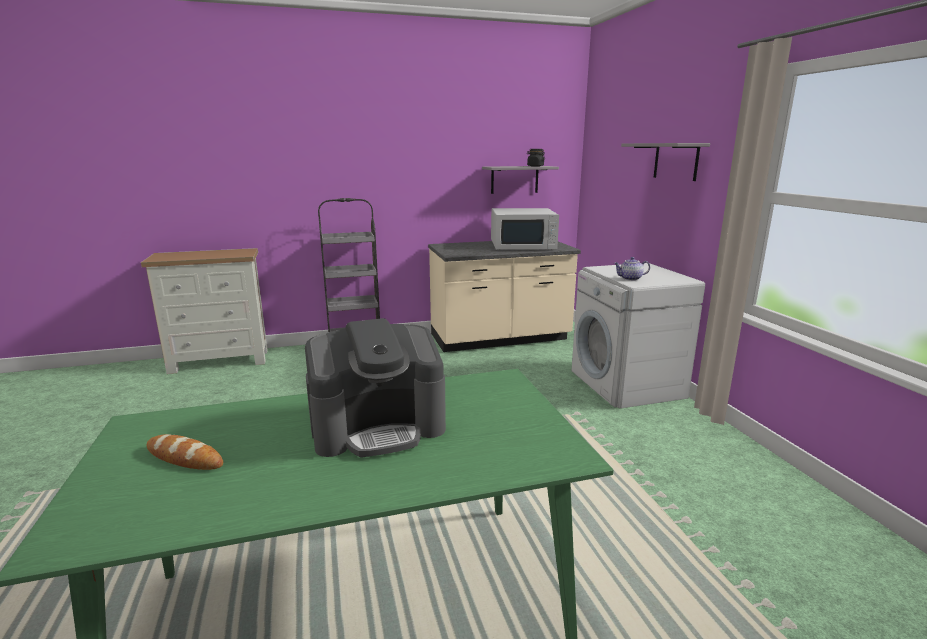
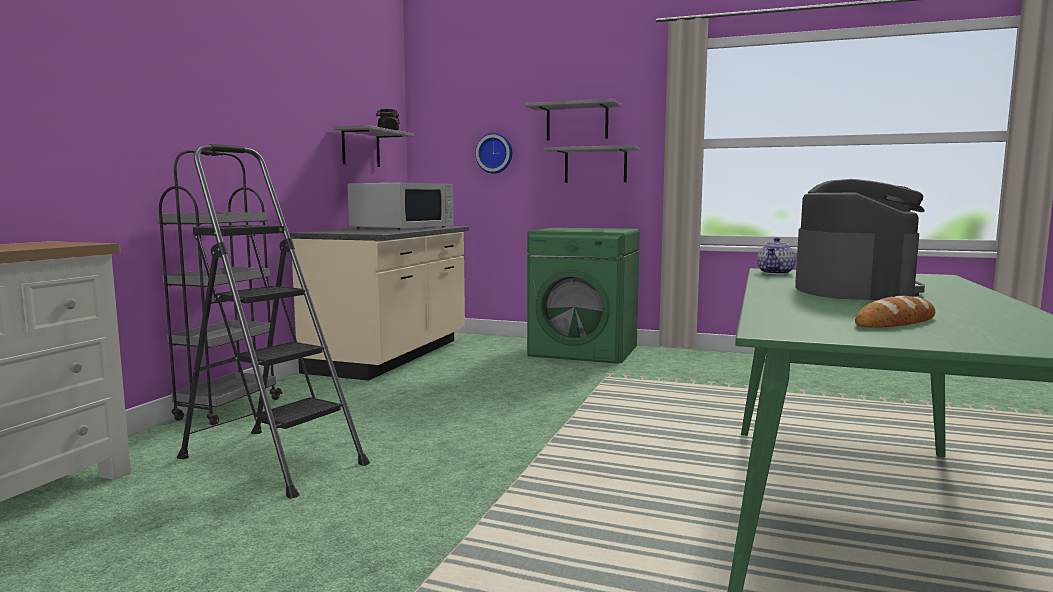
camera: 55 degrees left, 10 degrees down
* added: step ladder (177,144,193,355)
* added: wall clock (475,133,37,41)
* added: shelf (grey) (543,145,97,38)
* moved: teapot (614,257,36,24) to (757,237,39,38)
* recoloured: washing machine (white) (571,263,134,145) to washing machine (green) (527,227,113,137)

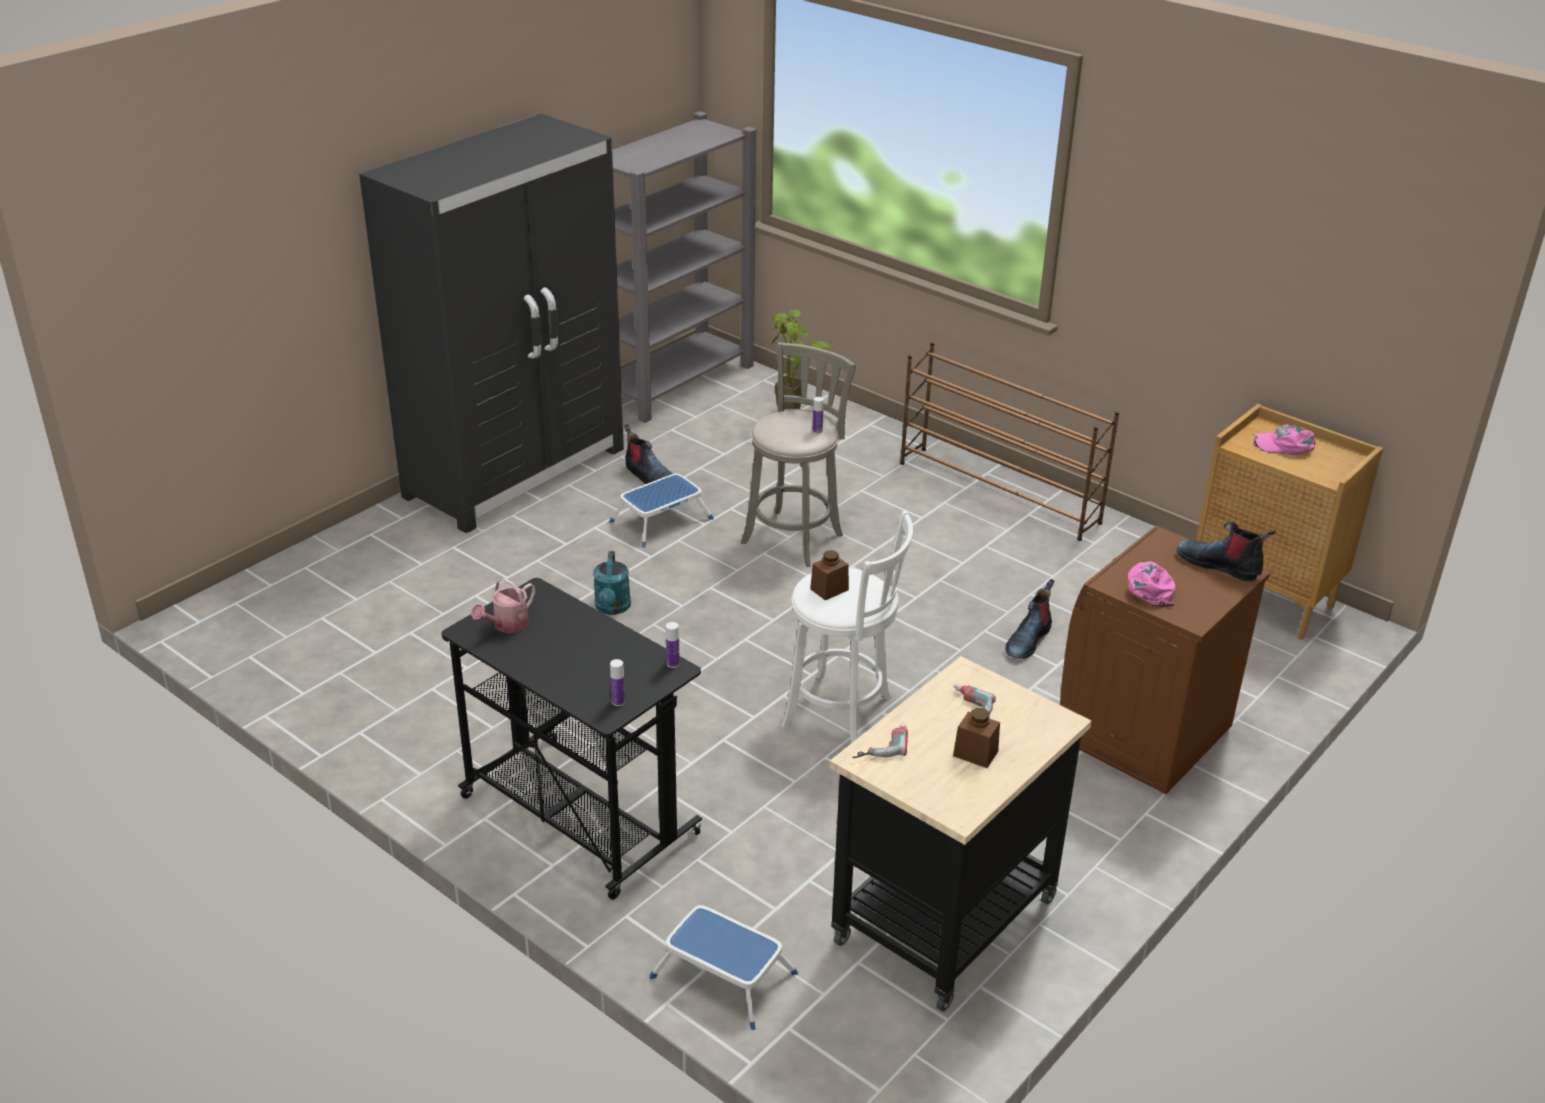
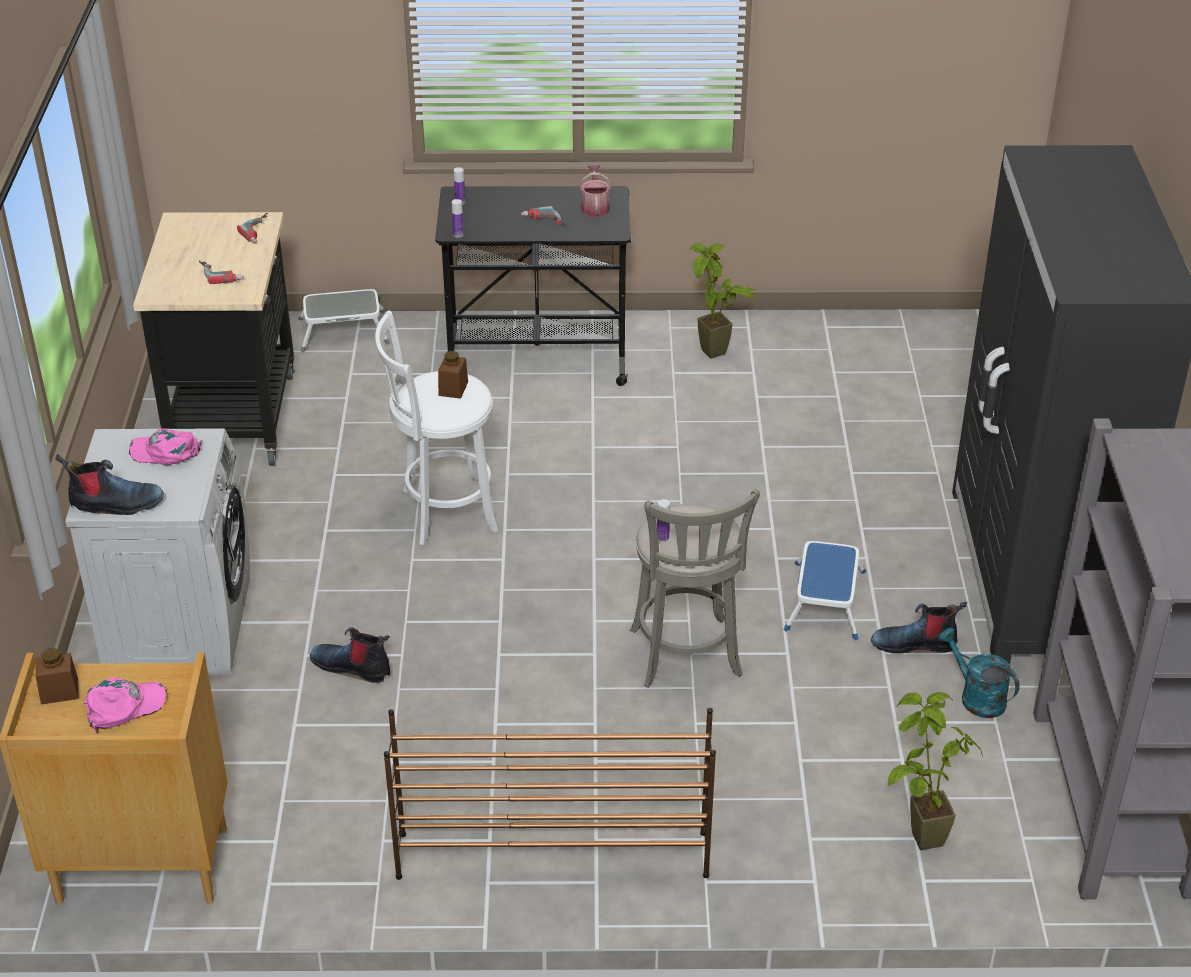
camera: 140 degrees right, 5 degrees up
* added: power drill (521,206,48,22)
* added: potted plant (690,243,65,116)
* moved: watering can (turquoise) (593,551,38,64) to (938,628,82,90)
* moved: jar (brown) (953,708,47,60) to (36,648,43,57)
* recoloured: step ladder (blue) (649,905,149,125) to step ladder (grey) (298,289,92,64)
* recoloured: washing machine (brown) (1060,525,210,269) to washing machine (white) (65,428,185,247)
* turned: boot (1005,579,49,80) = (310,627,80,56) 60 degrees counterclockwise
* turned: cap (pink) (1128,561,47,46) = (129,428,74,37) 135 degrees clockwise

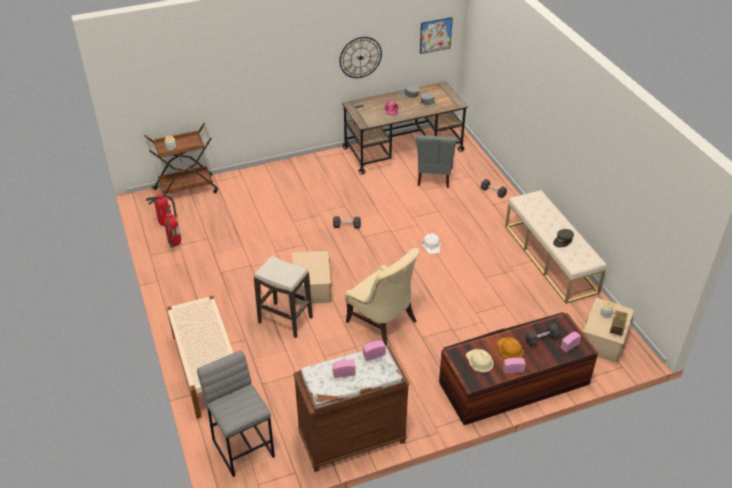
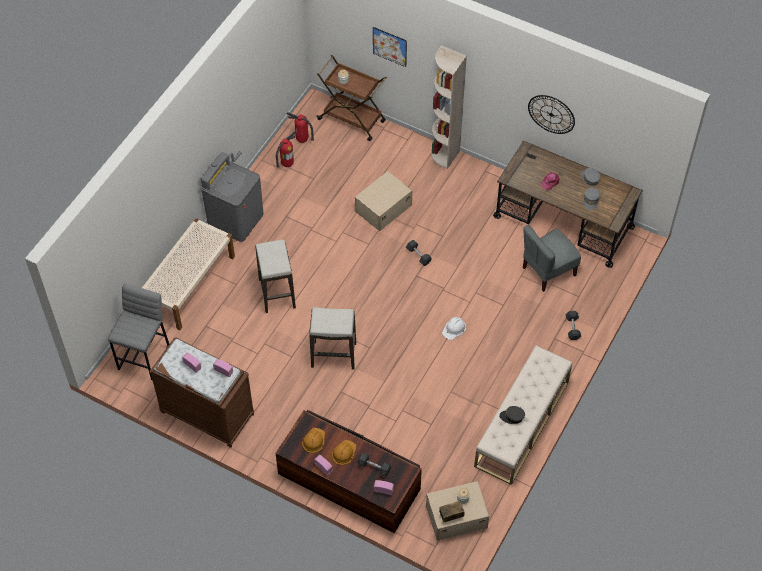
camera: 50 degrees right, 15 degrees up
* added: washing machine (grey) (200,151,64,91)
* added: bookcase (beige) (431,45,36,124)
* moved: storage box (beige) (292,250,40,55) to (355,171,57,60)
* moved: picture (420,17,33,37) to (373,27,34,40)
* replaced: chair (beige) (345,248,75,98) to stool (309,307,47,62)
* recoloured: hard hat (beige) (466,349,28,23) to hard hat (orange) (302,428,23,25)

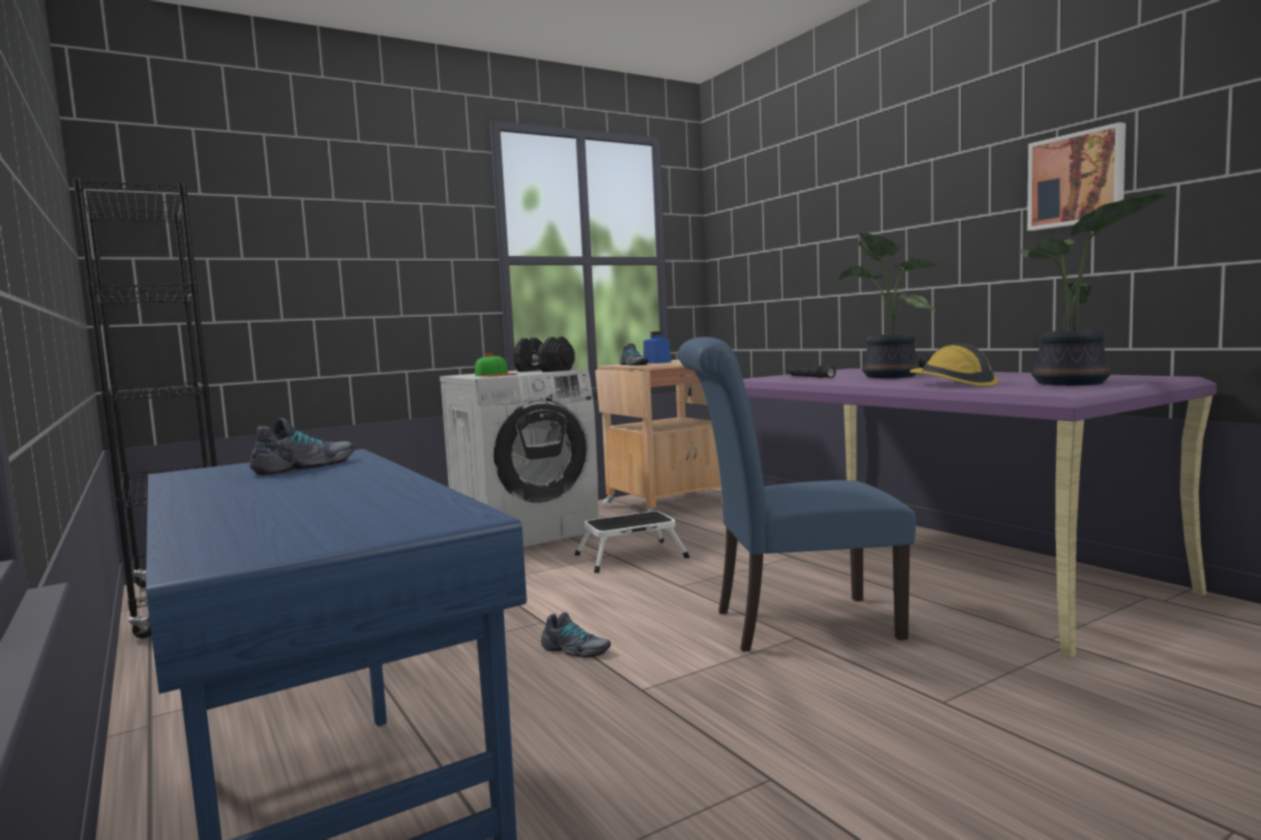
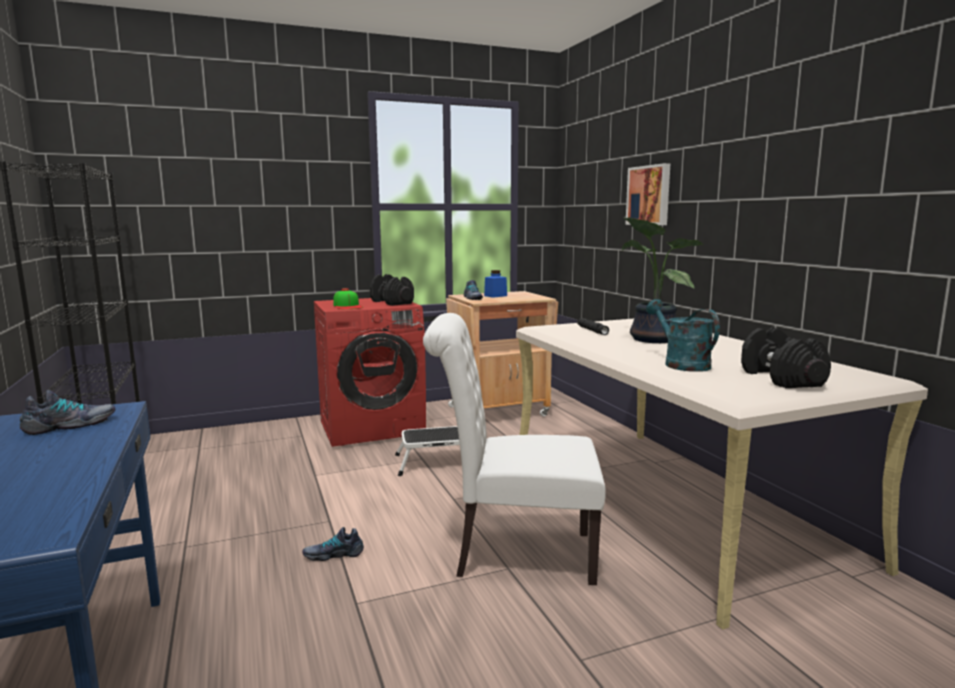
camera: 10 degrees right, 5 degrees up
* moved: picture (1027,122,99,109) to (625,163,45,62)
* replaced: hard hat (910,343,88,43) to watering can (turquoise) (646,299,74,73)
* replaced: potted plant (1021,193,147,193) to dumbbell (black) (741,327,90,61)
* recoloured: washing machine (white) (440,370,158,177) to washing machine (red) (314,298,112,149)
* recoloured: chair (blue) (678,337,238,315) to chair (white) (423,313,183,272)
* recoloured: desk (purple) (724,368,493,290) to desk (beige) (516,319,412,311)
* turned: shoe (541,612,70,46) = (302,527,62,34) 135 degrees clockwise

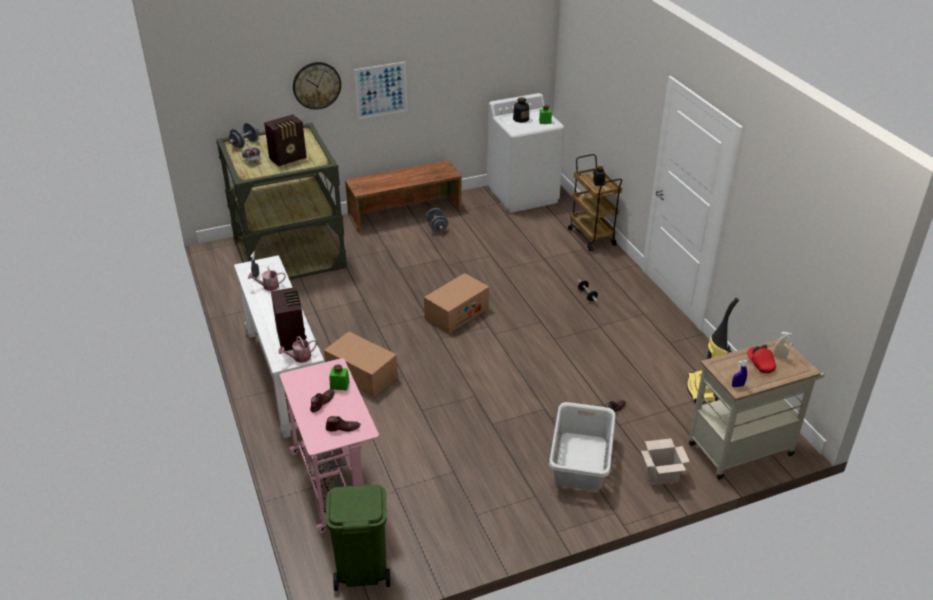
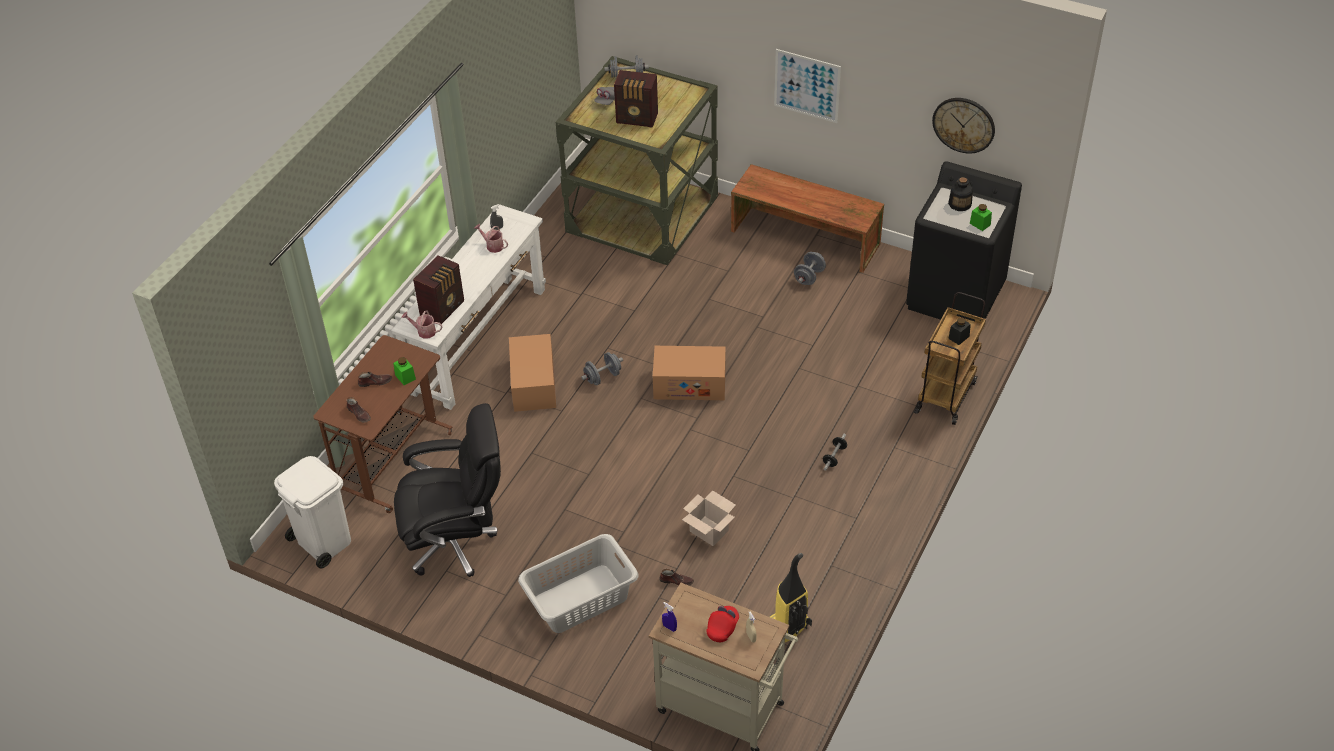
camera: 50 degrees right, 10 degrees up
* added: office chair (black) (394,403,107,174)
* added: dumbbell (grey) (581,352,42,33)
* moved: wall clock (293,62,48,48) to (932,98,63,55)
* moved: cardboard box (641,438,49,47) to (682,490,54,56)
* recoloured: desk (pink) (280,358,99,175) to desk (brown) (313,335,139,178)
* recoloured: trash can (green) (326,484,64,107) to trash can (white) (274,456,77,113)
* recoloured: washing machine (white) (487,93,77,120) to washing machine (black) (906,161,116,160)

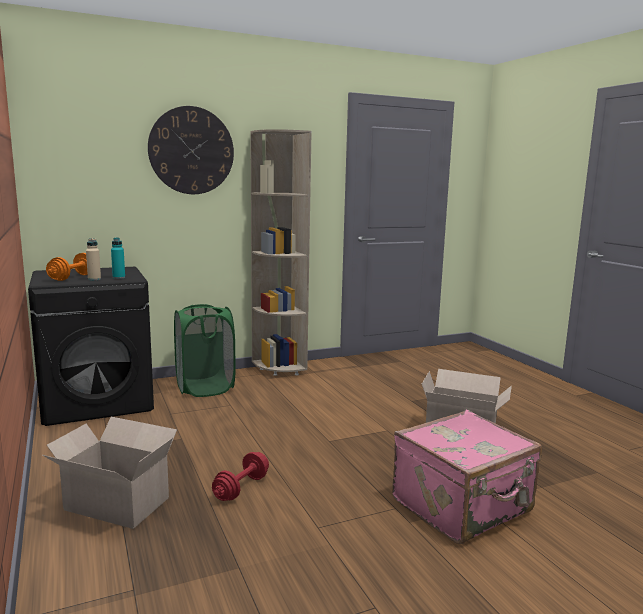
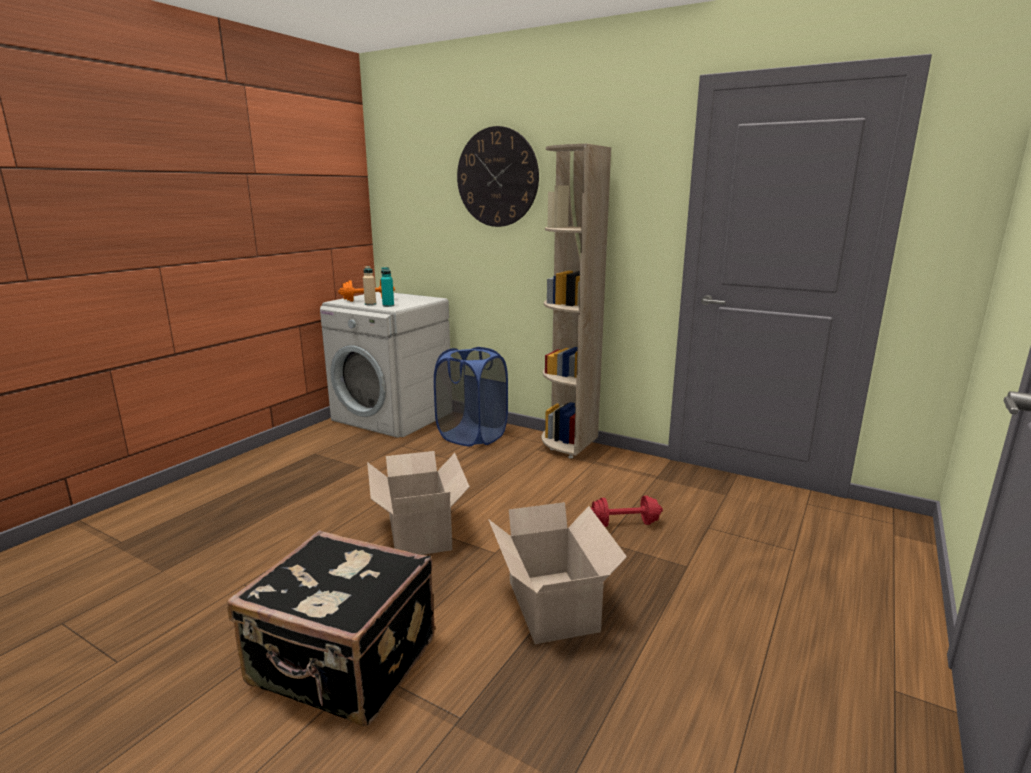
camera: 55 degrees right, 5 degrees up
* moved: cardboard box (43,417,134,112) to (367,451,103,104)
* moved: dumbbell (red) (212,452,57,49) to (591,496,72,31)
* recoloured: washing machine (black) (28,267,126,159) to washing machine (white) (320,292,130,146)
* recoloured: laundry basket (green) (174,304,62,93) to laundry basket (blue) (434,347,74,99)
* recoloured: suitcase (pink) (392,410,150,134) to suitcase (black) (227,530,208,196)

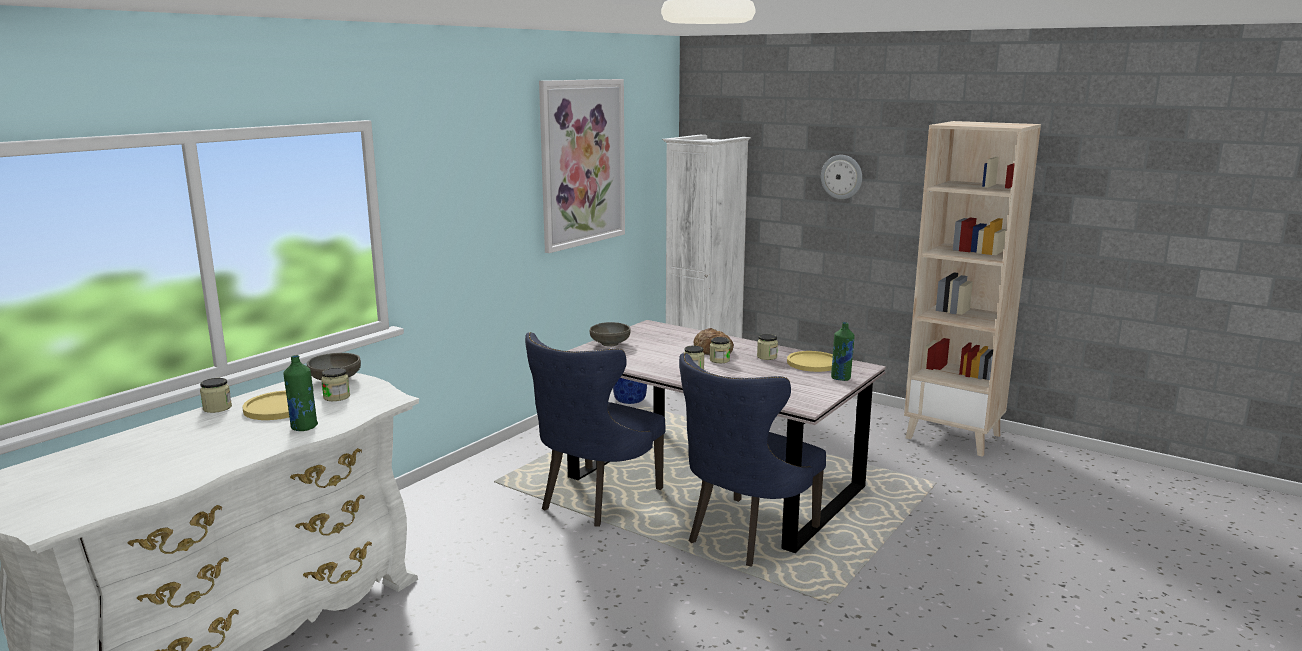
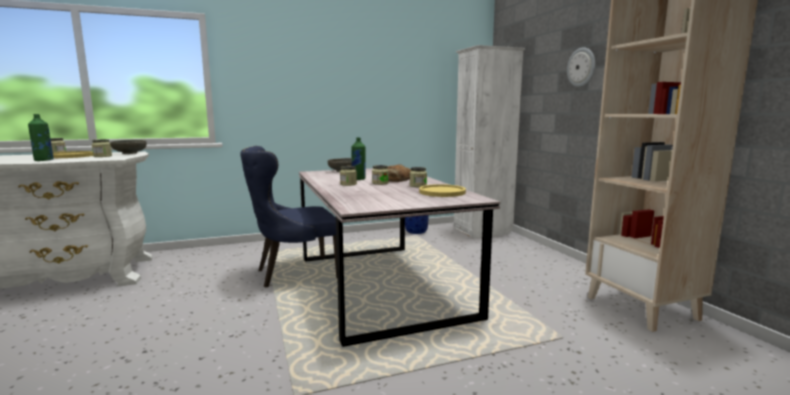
camera: 35 degrees right, 5 degrees down
* removed: picture (539,79,86,174)
* removed: chair (blue) (679,353,147,213)
* moved: bottle (green) (831,322,24,59) to (351,137,15,43)

